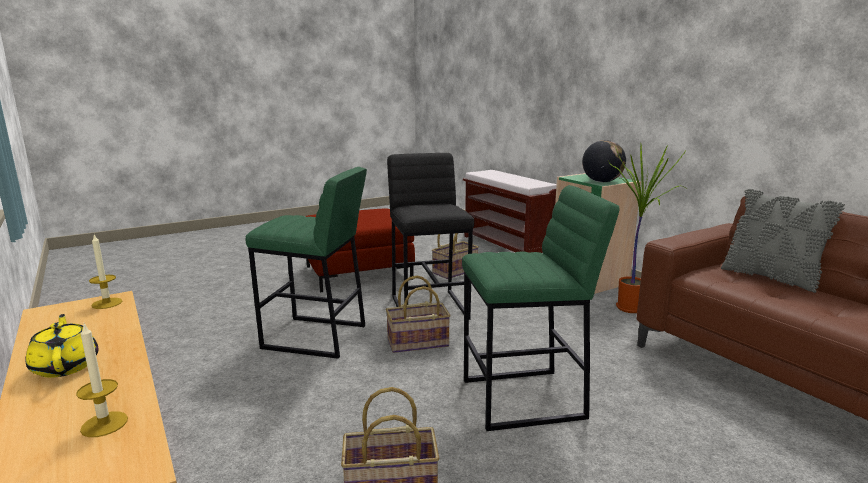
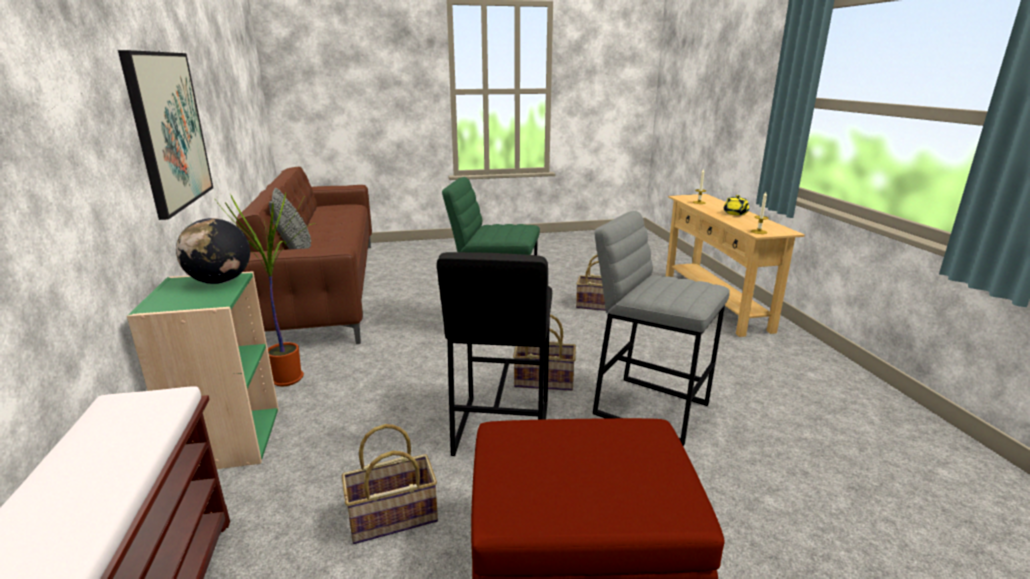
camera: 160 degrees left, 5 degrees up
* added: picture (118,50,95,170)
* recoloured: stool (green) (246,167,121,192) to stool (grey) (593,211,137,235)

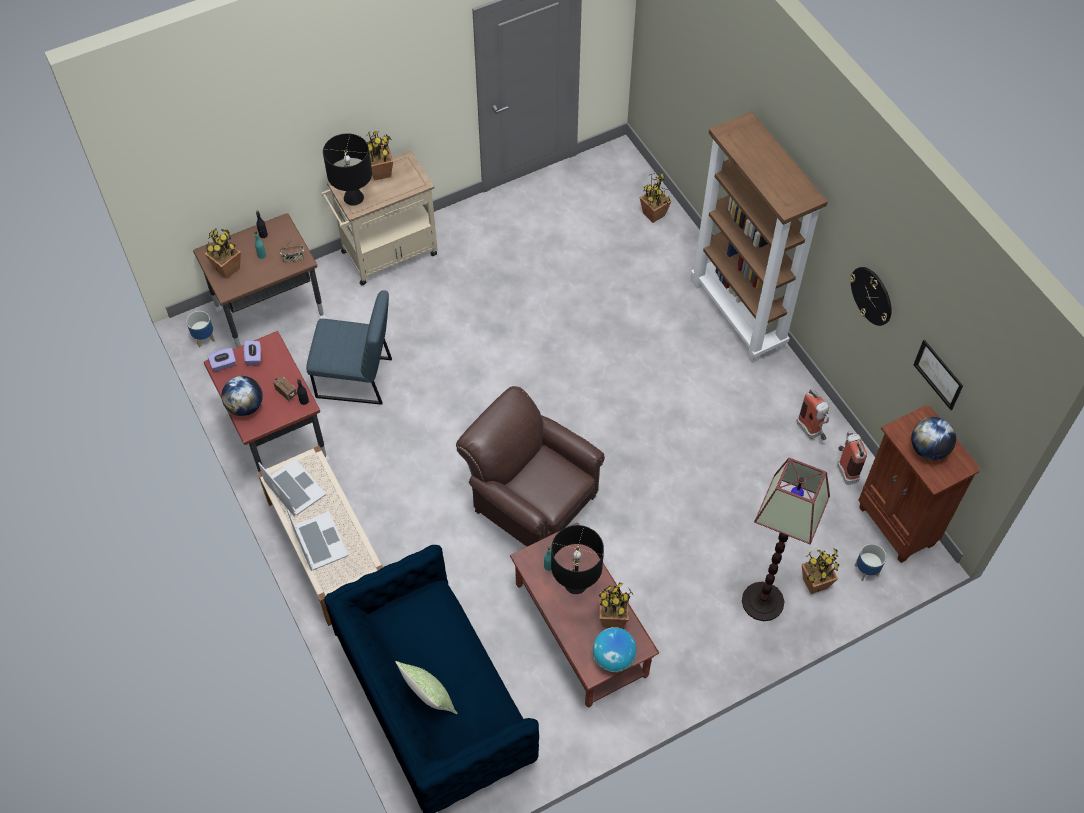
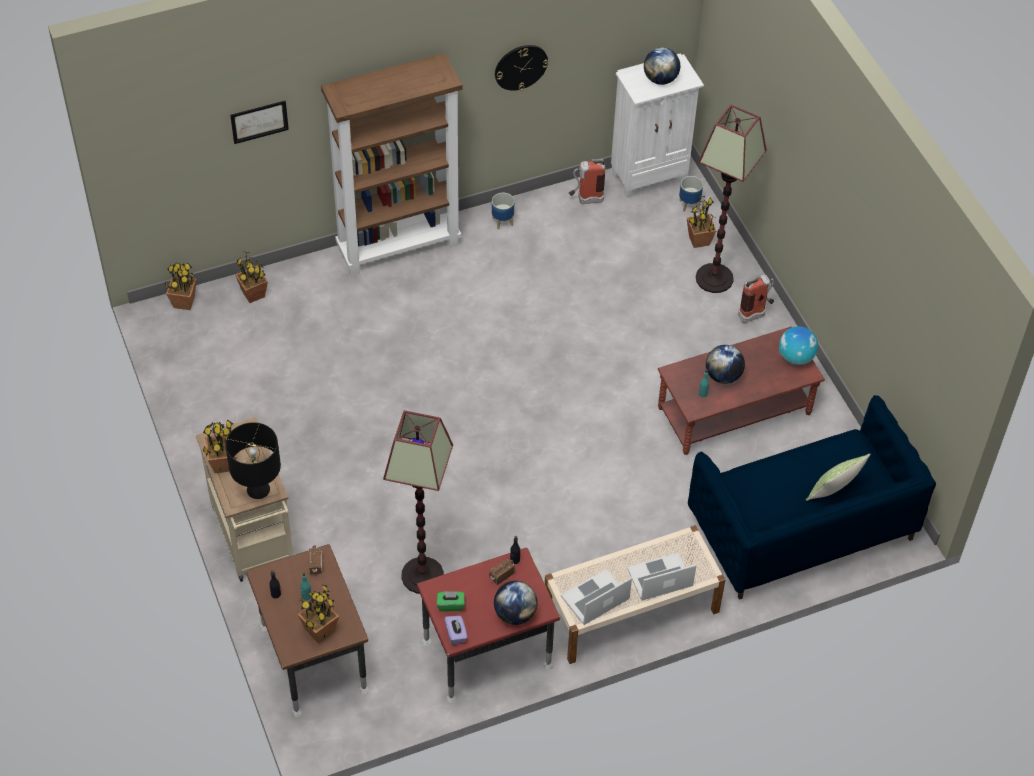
camera: 85 degrees left, 5 degrees down
* removed: armchair (brown) (456,386,149,160)
* moved: planter (186,311,29,36) to (492,193,22,37)
* moved: potted plant (599,582,35,46) to (165,263,32,47)
* moved: fire extinguisher (796,389,33,51) to (738,274,36,49)
* moved: picture (913,340,50,70) to (230,101,59,43)
* replaced: chair (blue) (306,290,86,115) to floor lamp (383,411,70,183)
* replaced: table lamp (black) (551,525,53,69) to globe (706,345,39,39)
* recoloured: tissue box (purple) (244,341,17,25) to tissue box (green) (437,591,28,20)
* recoloured: cabinet (brown) (858,405,122,158) to cabinet (white) (611,53,93,145)

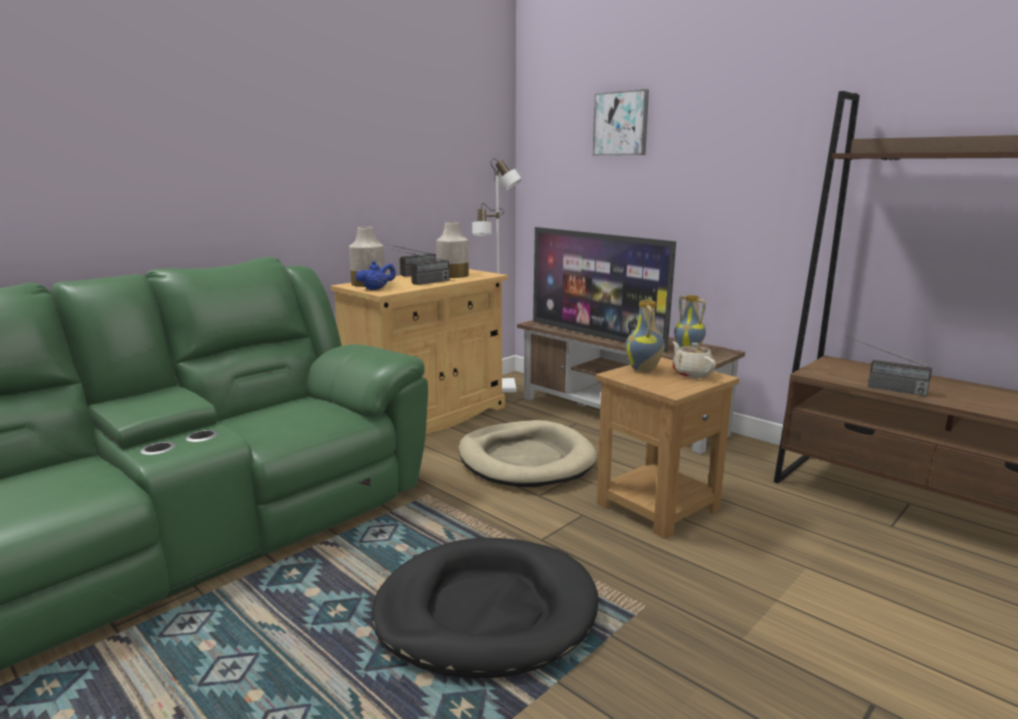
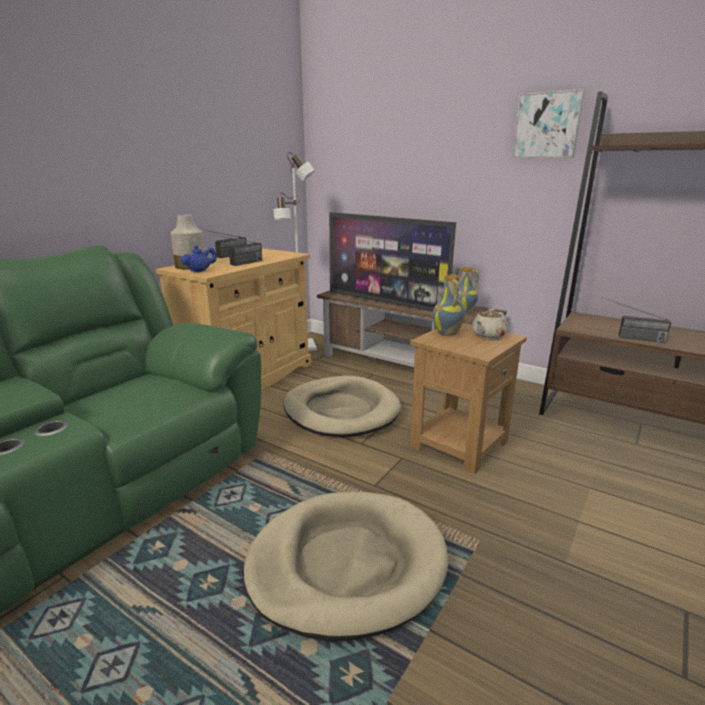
camera: 10 degrees left, 5 degrees up
* removed: vase (beige) (436,222,33,56)
* moved: picture (593,89,56,66) to (512,89,72,69)
* recoloured: dog bed (black) (371,537,227,141) to dog bed (beige) (244,492,204,149)
* turned: teapot (beige) (672,341,44,37) = (472,309,36,30) 105 degrees counterclockwise

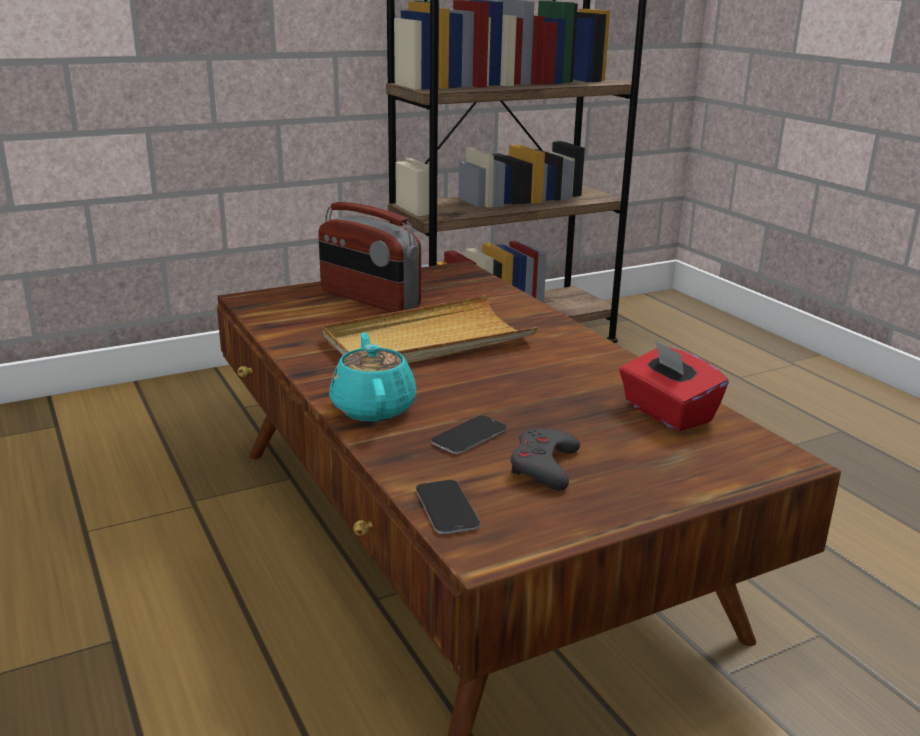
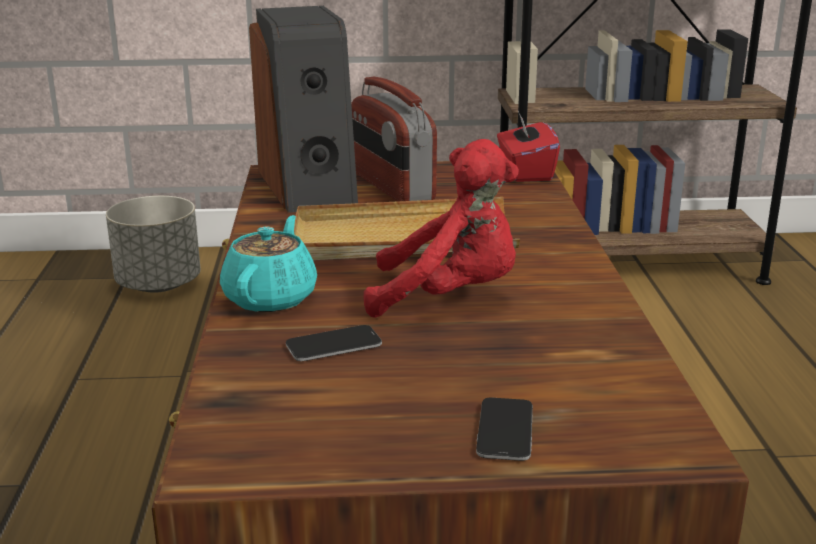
camera: 25 degrees right, 0 degrees up
* removed: game controller (grey) (511,428,69,62)
* added: planter (grey) (106,196,95,97)
* added: speaker (249,6,109,207)
* added: plush toy (red) (364,139,155,179)
* moved: phone (416,480,65,55) to (476,398,57,63)
* moved: tissue box (red) (619,340,110,92) to (497,111,63,71)

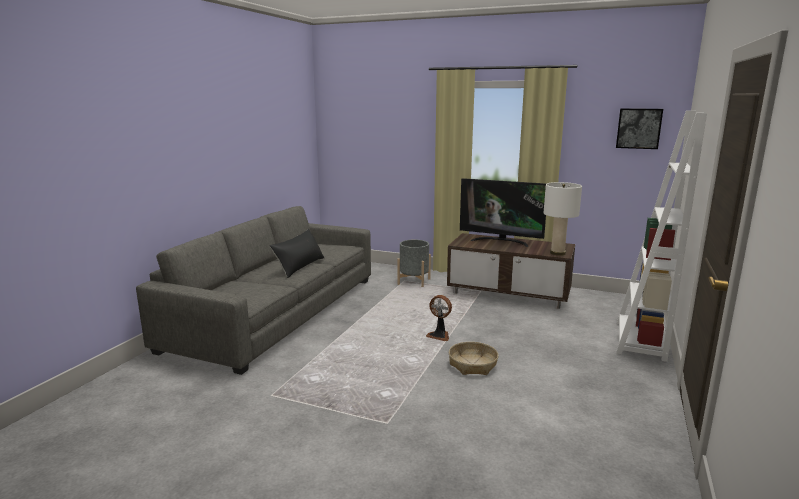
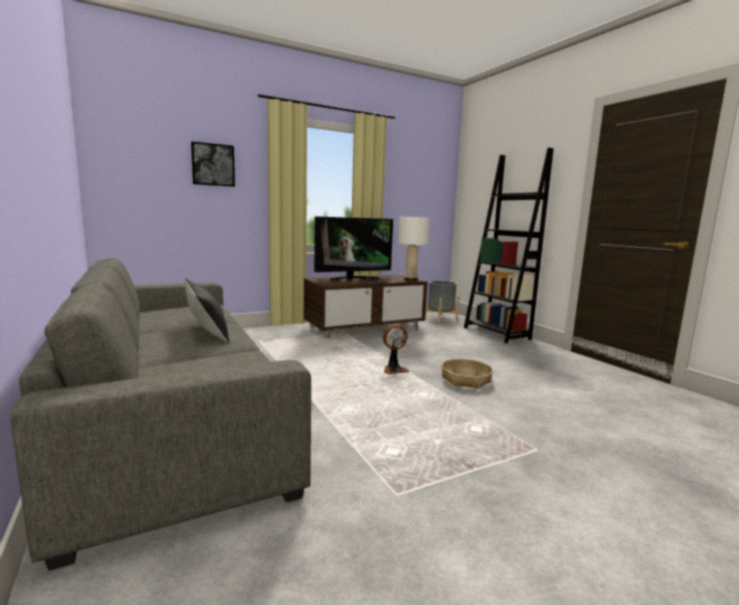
camera: 50 degrees left, 5 degrees down
* moved: planter (grey) (397,240,34,47) to (425,281,34,42)
* moved: picture (616,108,47,41) to (191,141,44,46)
* recoloured: bookcase (white) (616,110,91,252) to bookcase (black) (464,148,90,195)

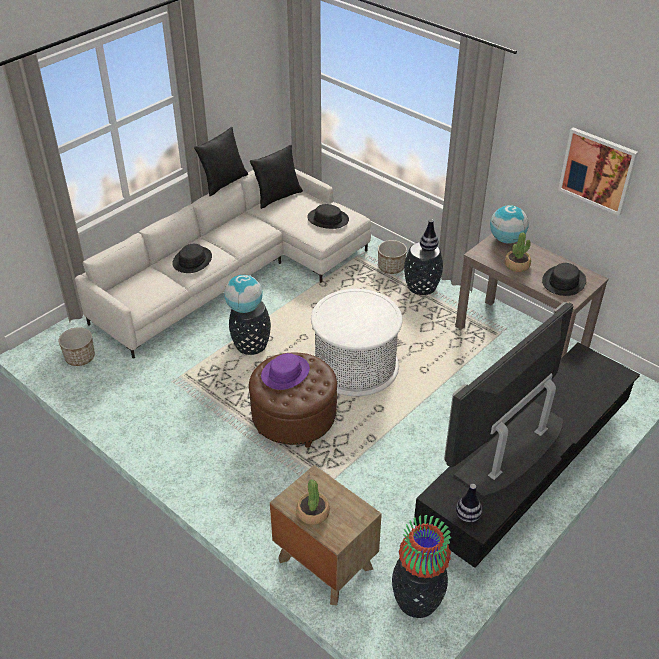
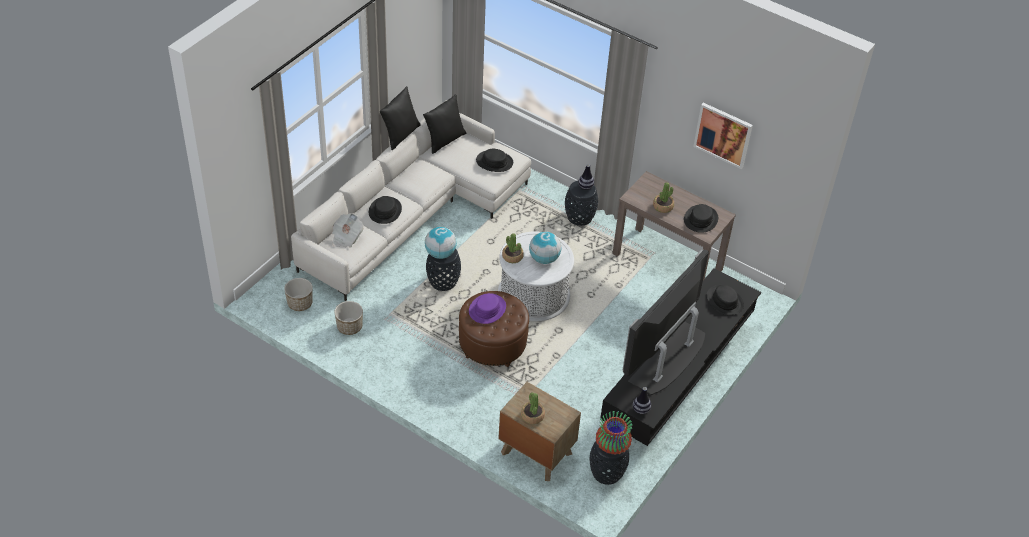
camera: 10 degrees left, 5 degrees up
* added: newspaper (332,213,32,35)
* added: potted plant (502,233,22,30)
* added: hat (black) (707,285,37,30)
* moved: planter (378,240,29,34) to (335,301,28,34)
* moved: globe (490,205,39,39) to (529,232,32,32)

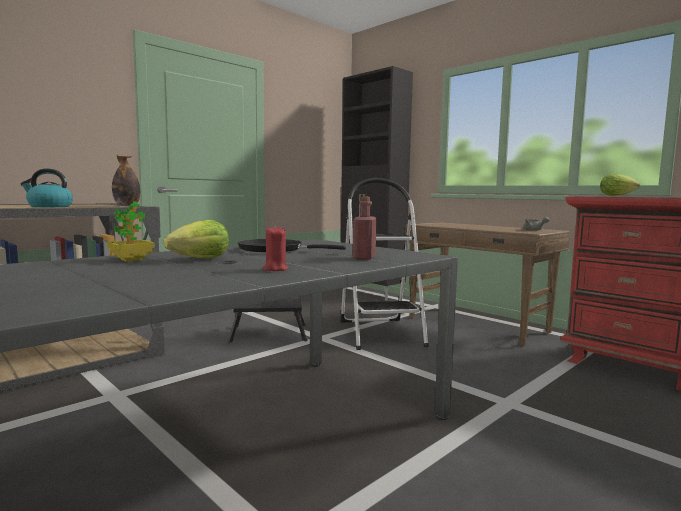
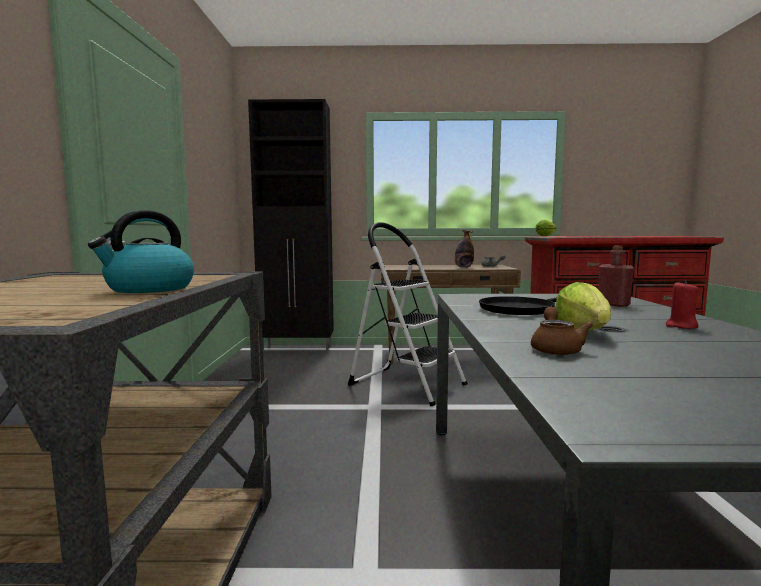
camera: 45 degrees left, 0 degrees up
* removed: step ladder (black) (227,298,81,45)
* moved: bottle (112,155,28,51) to (455,230,19,38)
* replaced: potted plant (107,201,48,61) to teapot (brown) (531,307,62,48)

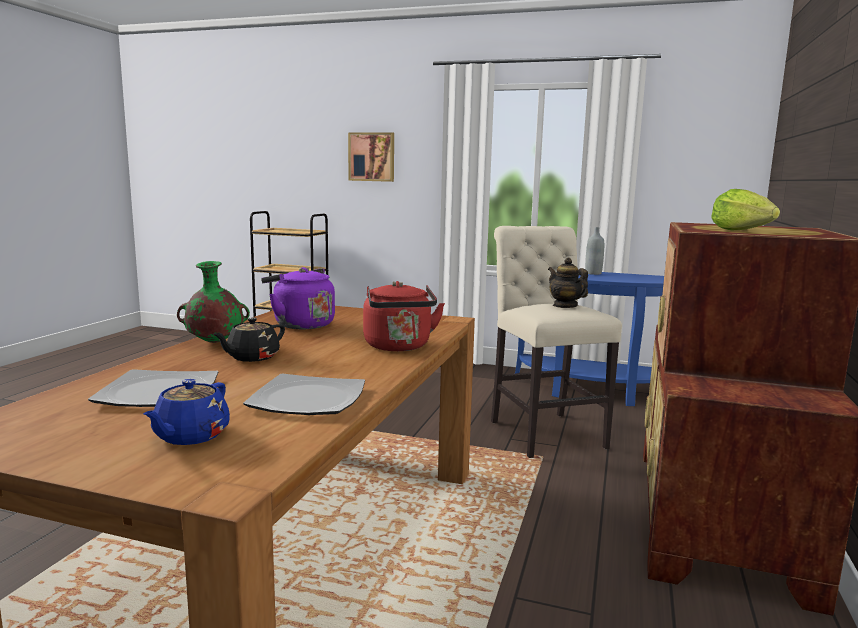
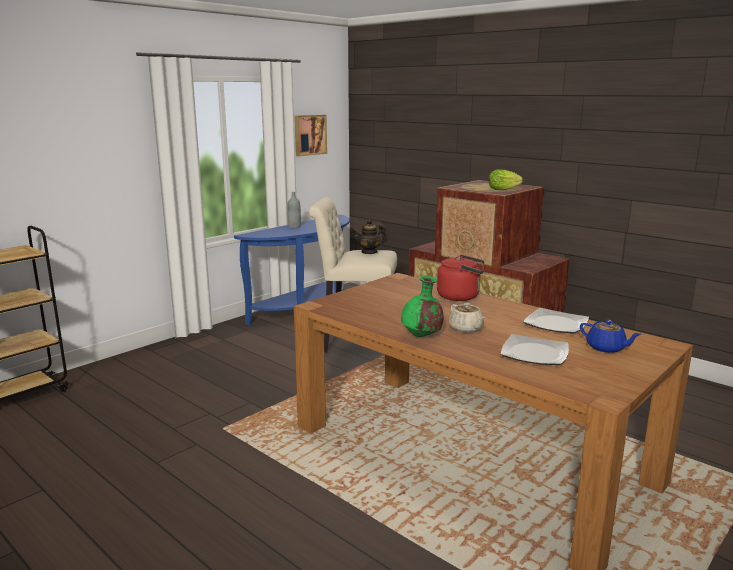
camera: 65 degrees left, 5 degrees up
* removed: kettle (purple) (261,267,74,62)
* moved: picture (348,132,46,50) to (294,115,33,41)
* recoloured: teapot (black) (213,317,72,45) to teapot (beige) (449,302,36,31)

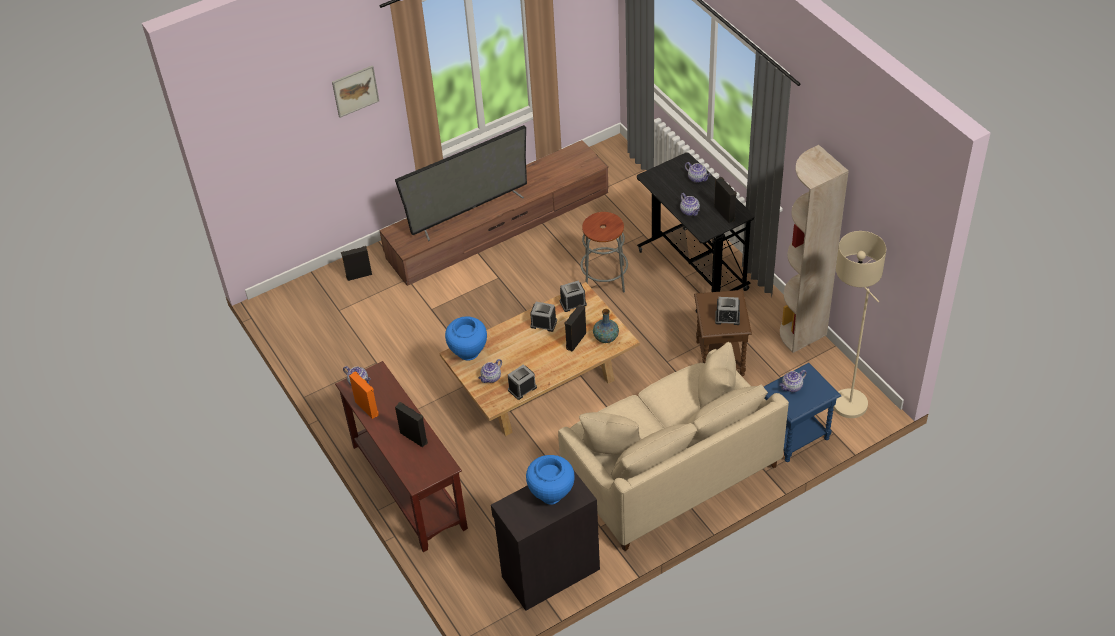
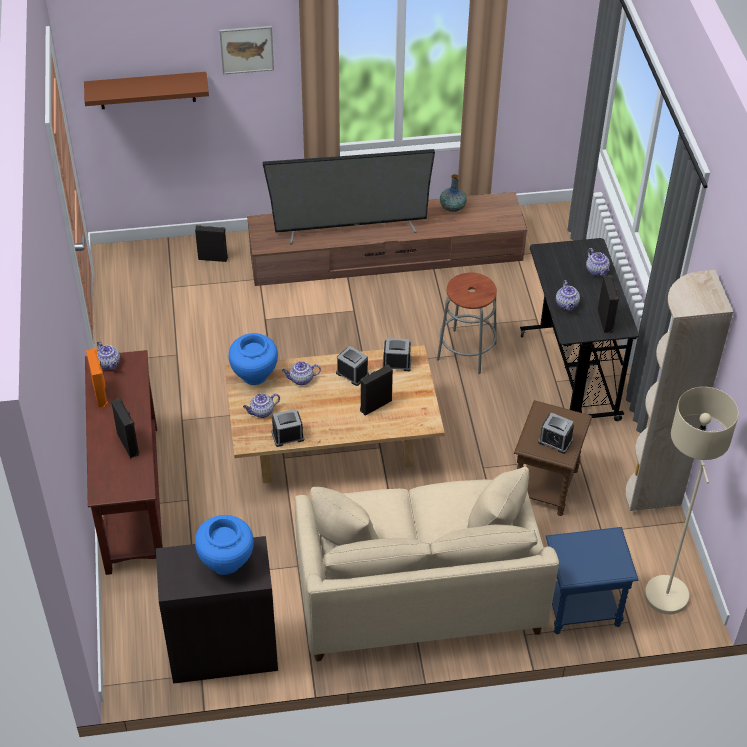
camera: 20 degrees right, 0 degrees up
* added: shelf (brown) (84,72,125,37)
* moved: vase (593,309,26,34) to (440,174,27,38)
* moved: teapot (779,370,28,22) to (282,361,39,24)

